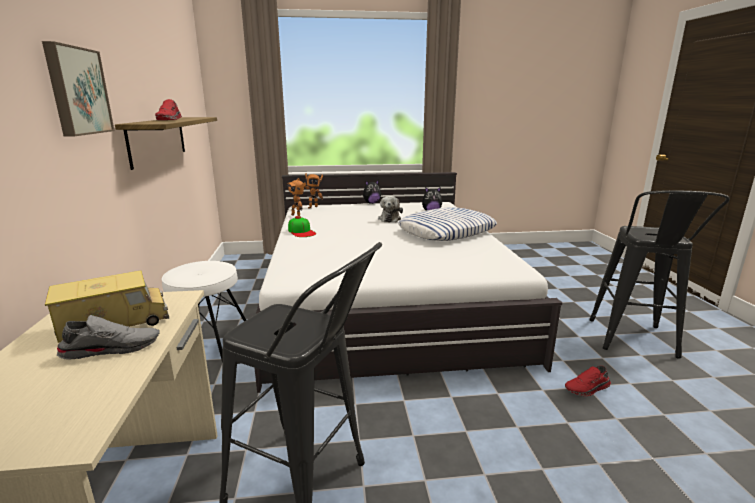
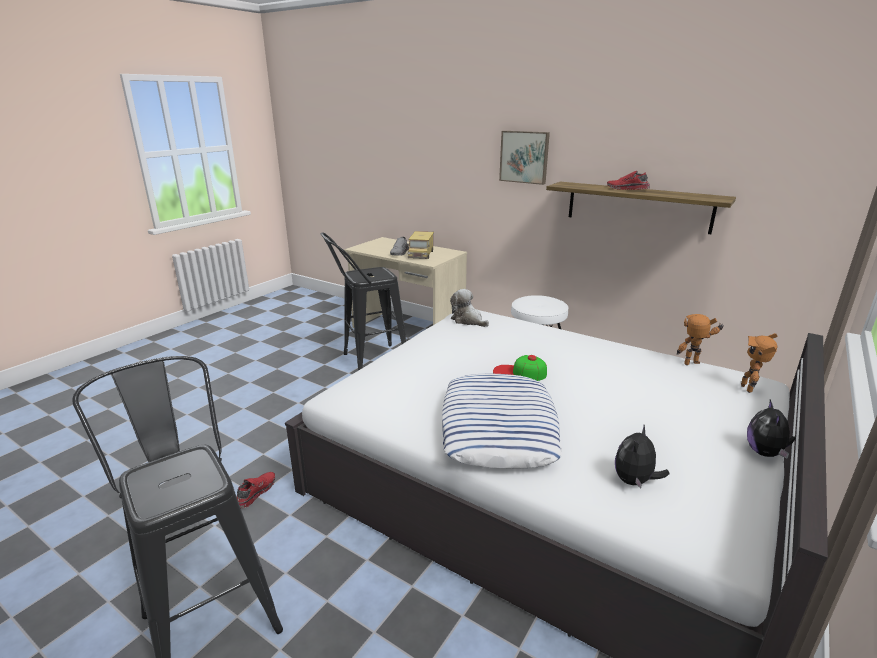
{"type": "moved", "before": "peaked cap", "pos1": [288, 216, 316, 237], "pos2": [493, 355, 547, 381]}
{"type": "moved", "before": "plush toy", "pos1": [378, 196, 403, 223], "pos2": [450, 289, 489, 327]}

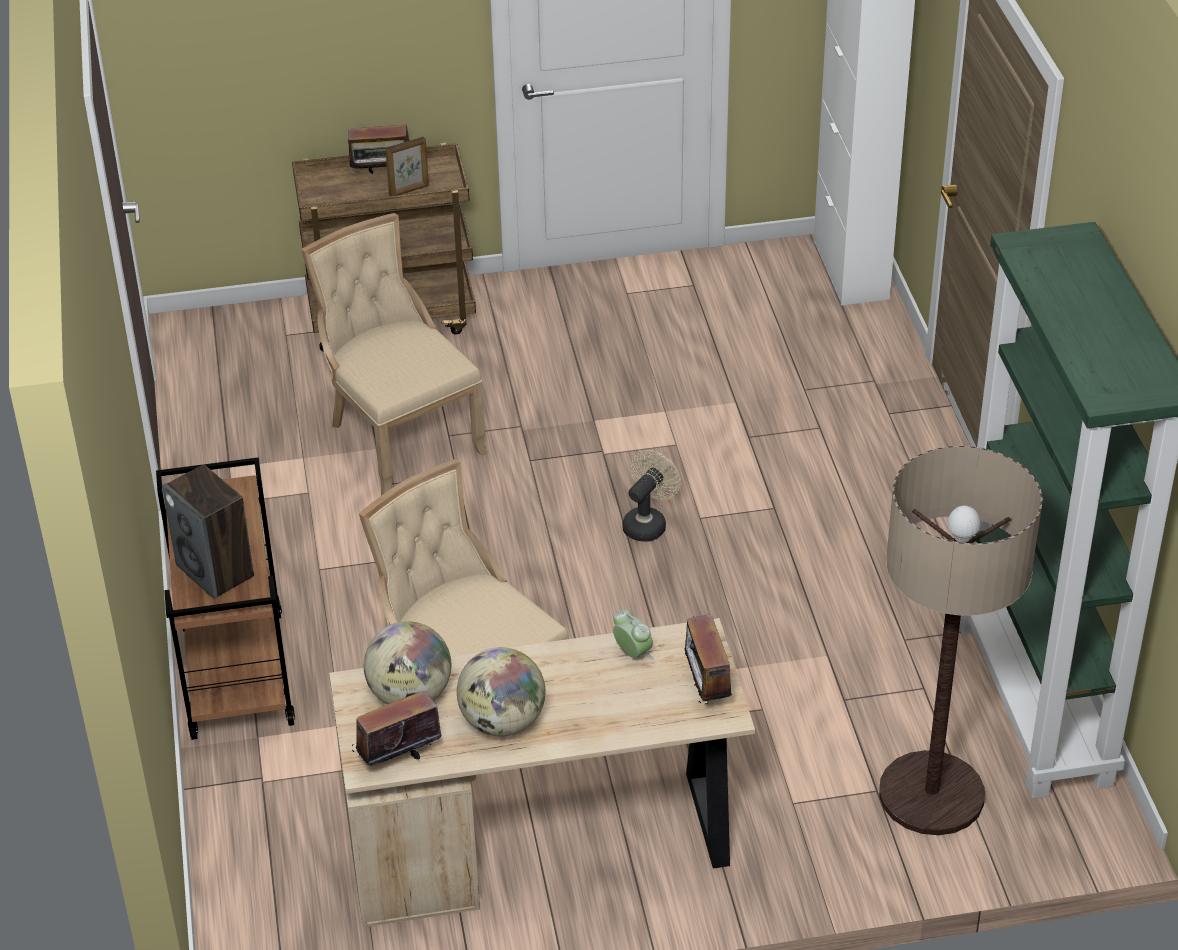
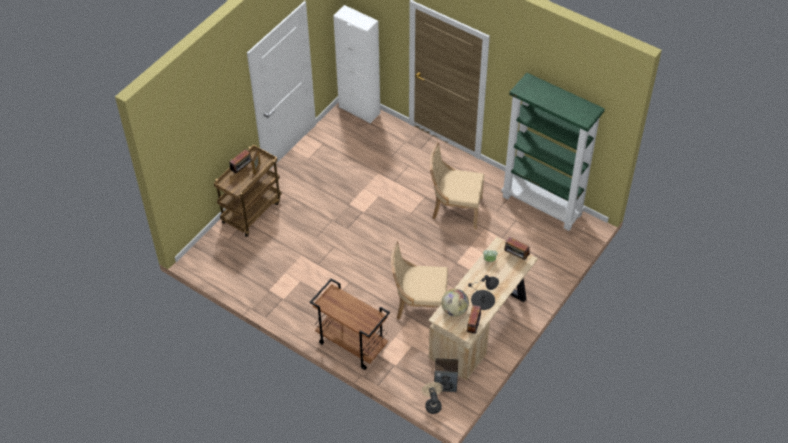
{"type": "moved", "before": "audio speaker", "pos1": [162, 464, 254, 599], "pos2": [434, 358, 458, 392]}
{"type": "moved", "before": "beige upright chair", "pos1": [301, 213, 488, 495], "pos2": [430, 142, 484, 229]}
{"type": "replaced", "before": "world globe", "after": "black table lamp", "pos1": [457, 647, 545, 736], "pos2": [468, 275, 499, 310]}
{"type": "moved", "before": "beige cooling fan", "pos1": [622, 450, 681, 542], "pos2": [422, 382, 443, 414]}
{"type": "removed", "before": "standing lamp", "pos1": [879, 446, 1043, 835]}

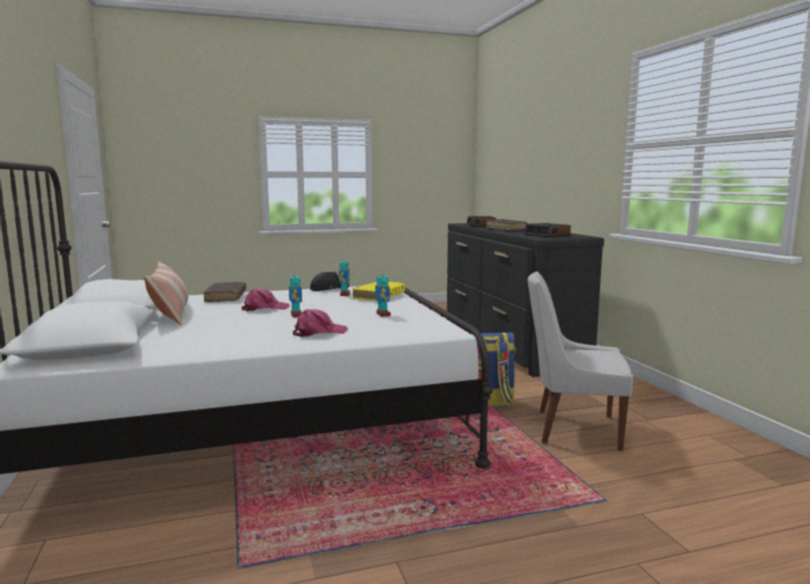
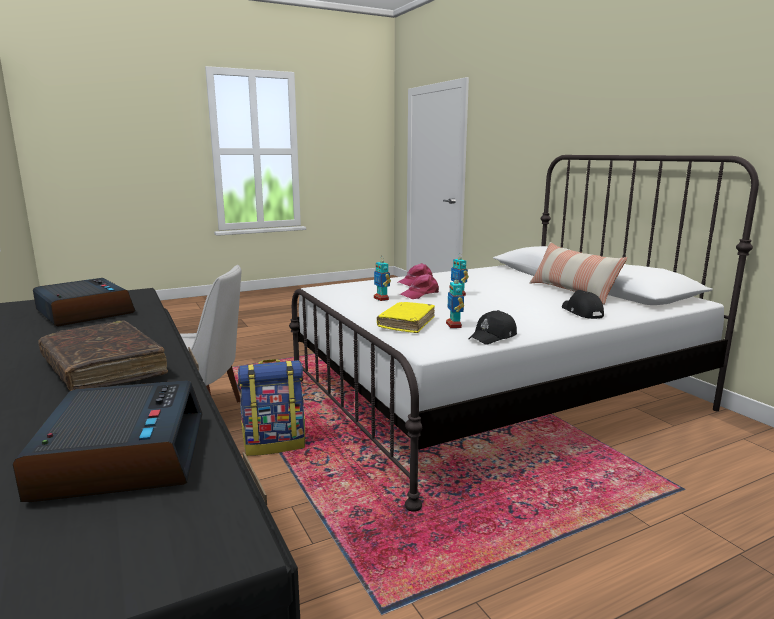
{"type": "replaced", "before": "brownish bound book", "after": "black peaked cap", "pos1": [203, 282, 246, 302], "pos2": [562, 290, 604, 319]}
{"type": "moved", "before": "pink-coloured peaked cap", "pos1": [242, 288, 289, 312], "pos2": [399, 274, 439, 299]}

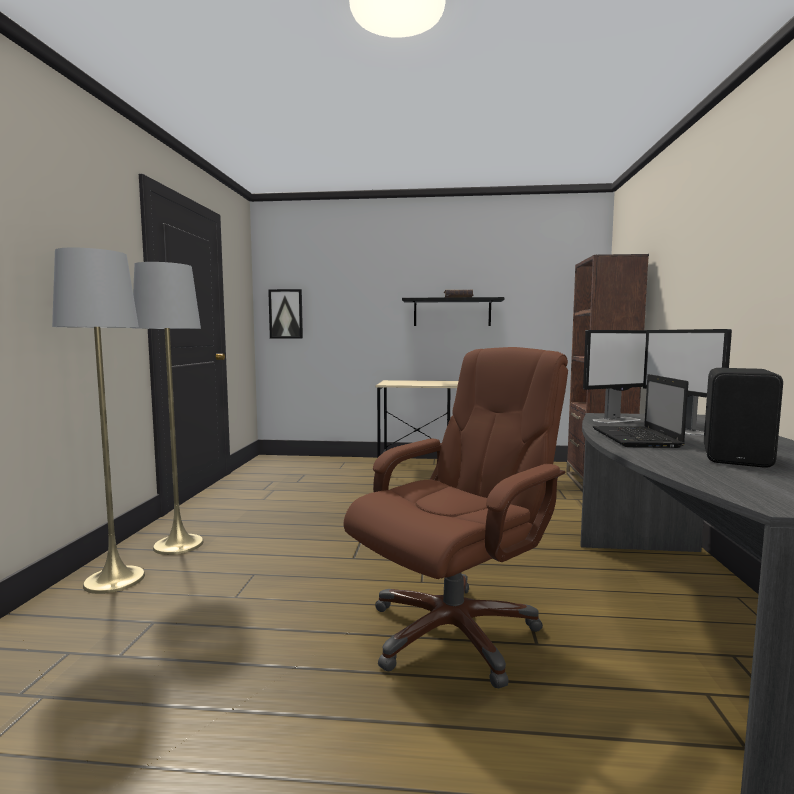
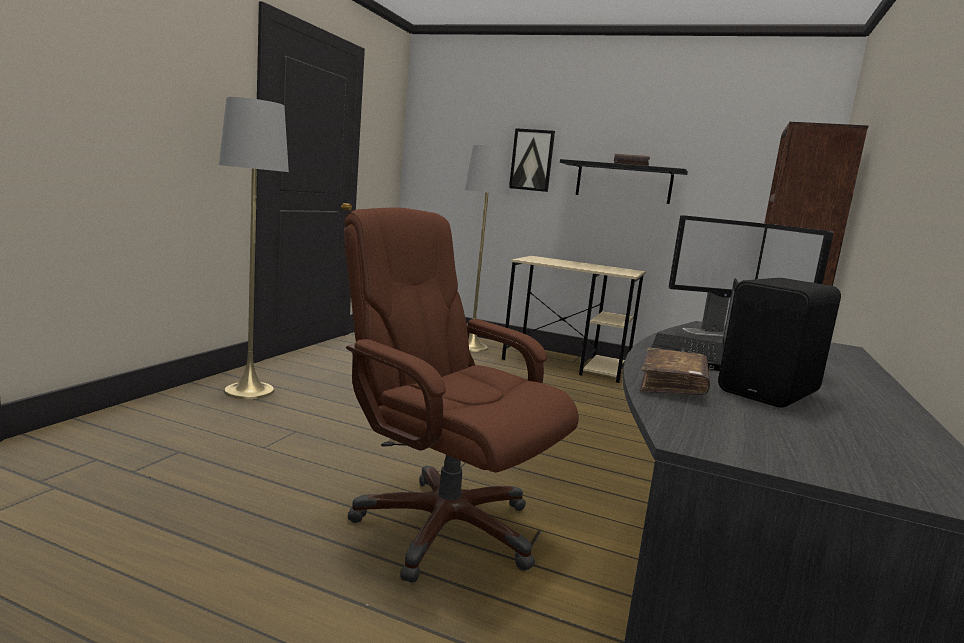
{"type": "moved", "before": "gray standing lamp", "pos1": [52, 248, 145, 594], "pos2": [465, 145, 510, 352]}
{"type": "moved", "before": "wall art", "pos1": [268, 289, 303, 338], "pos2": [509, 128, 555, 192]}
{"type": "turned", "before": "brownish computer chair", "pos1": [344, 347, 568, 689], "pos2": [344, 207, 579, 583], "turn": -120}
{"type": "added", "after": "brownish bound book", "pos2": [640, 348, 710, 395]}

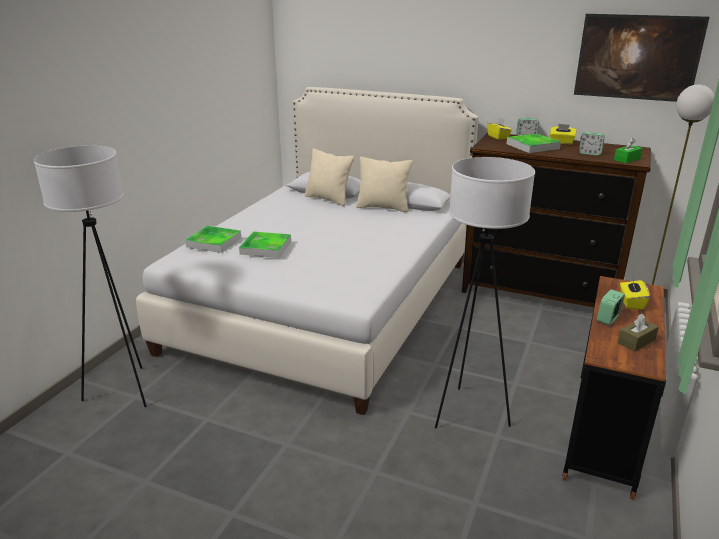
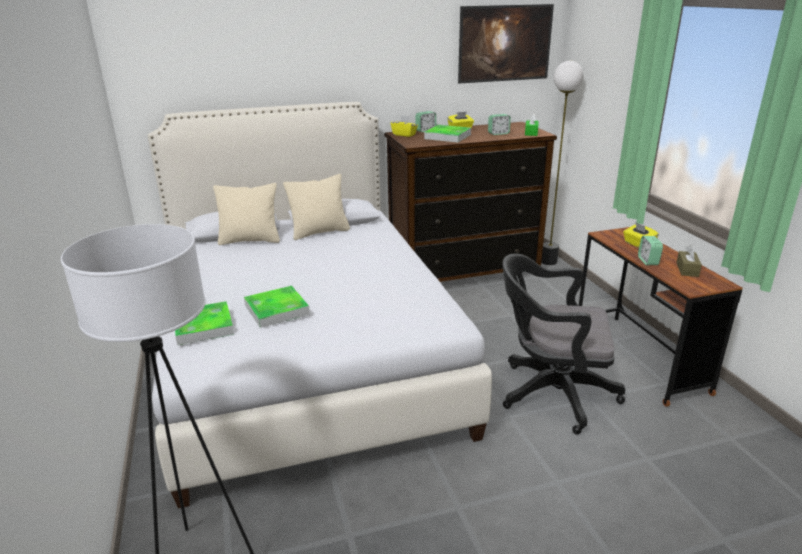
{"type": "replaced", "before": "whitish standing lamp", "after": "black computer chair", "pos1": [435, 157, 535, 428], "pos2": [502, 254, 625, 435]}

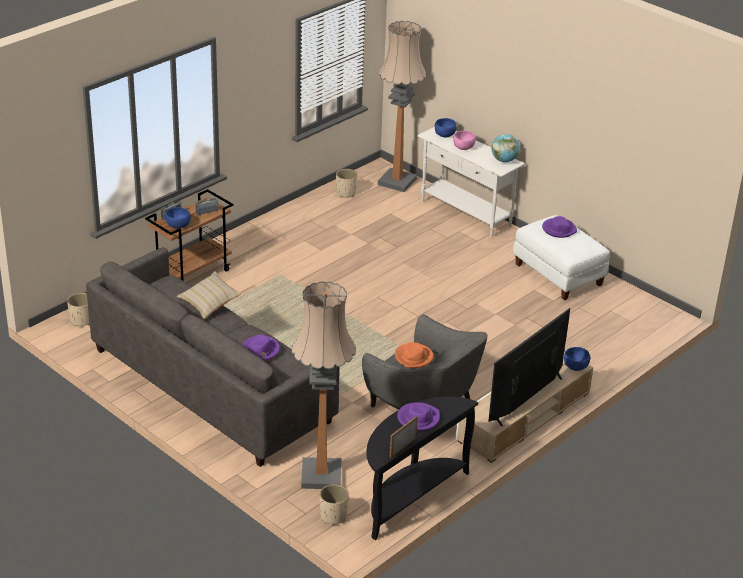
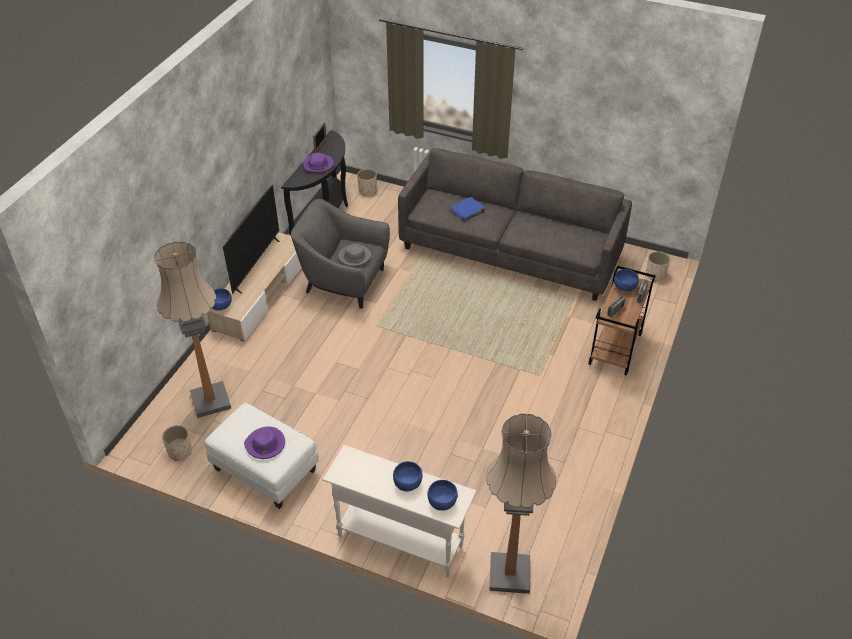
{"type": "removed", "before": "beige pillow", "pos1": [177, 271, 242, 319]}
{"type": "replaced", "before": "purple hat", "after": "bluish bound book", "pos1": [242, 334, 280, 361], "pos2": [450, 197, 485, 221]}
{"type": "moved", "before": "standing lamp", "pos1": [292, 281, 356, 489], "pos2": [154, 242, 231, 418]}
{"type": "moved", "before": "beige flower pot", "pos1": [336, 169, 357, 198], "pos2": [162, 425, 192, 461]}
{"type": "recoloured", "before": "orange hat", "after": "gray hat", "pos1": [395, 342, 433, 368], "pos2": [338, 244, 371, 267]}
{"type": "recoloured", "before": "pink-coloured serving bowl", "after": "bluish serving bowl", "pos1": [453, 131, 476, 150], "pos2": [393, 461, 423, 491]}
{"type": "removed", "before": "world globe", "pos1": [492, 134, 520, 162]}

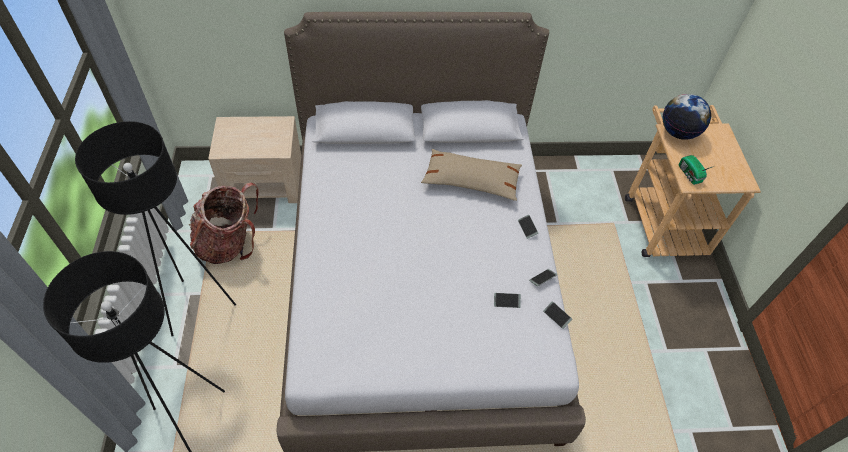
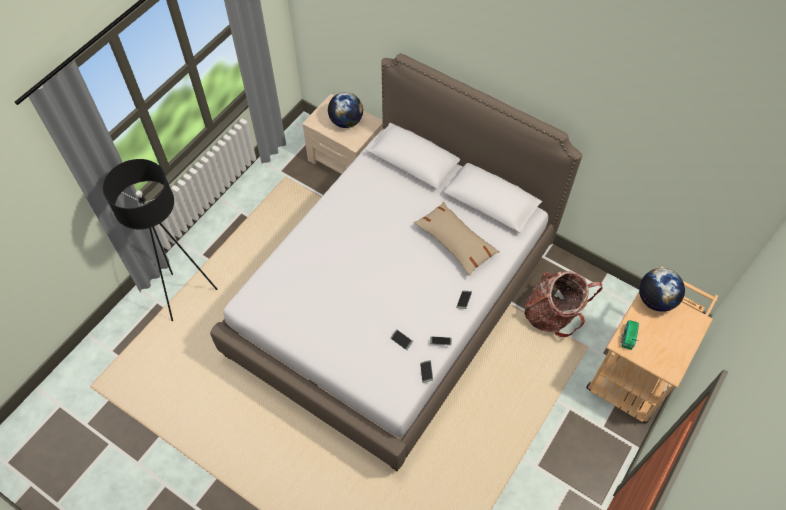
{"type": "removed", "before": "black standing lamp", "pos1": [75, 121, 236, 336]}
{"type": "moved", "before": "knapsack", "pos1": [189, 182, 259, 264], "pos2": [525, 271, 603, 337]}
{"type": "added", "after": "world globe", "pos2": [328, 92, 363, 128]}

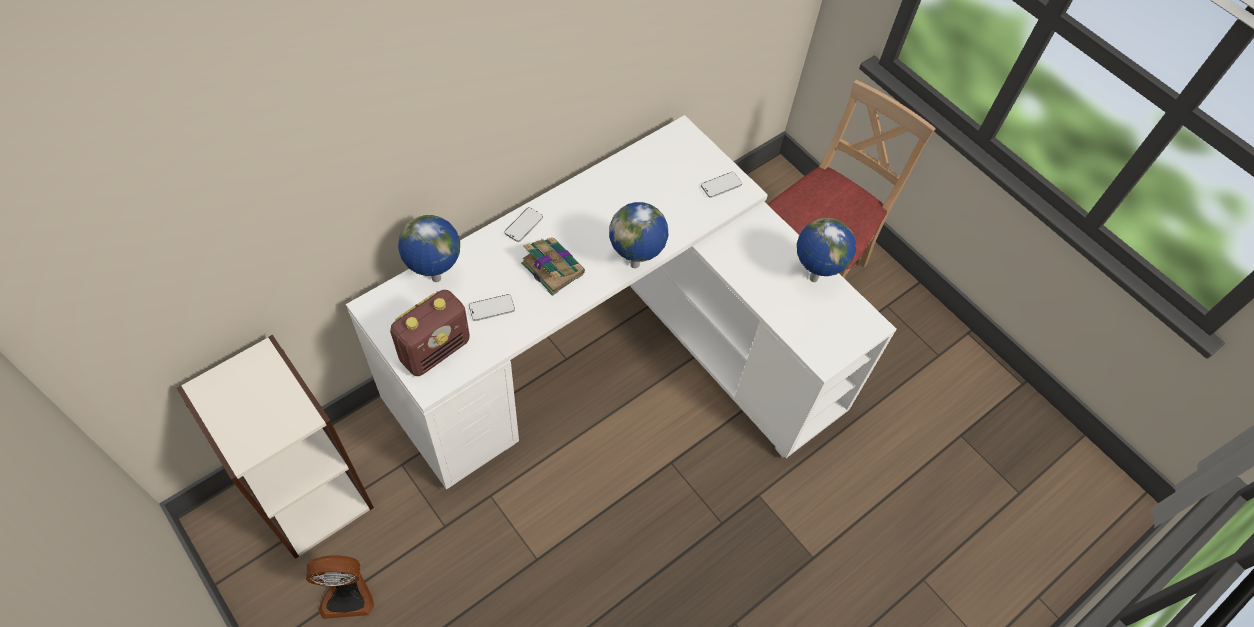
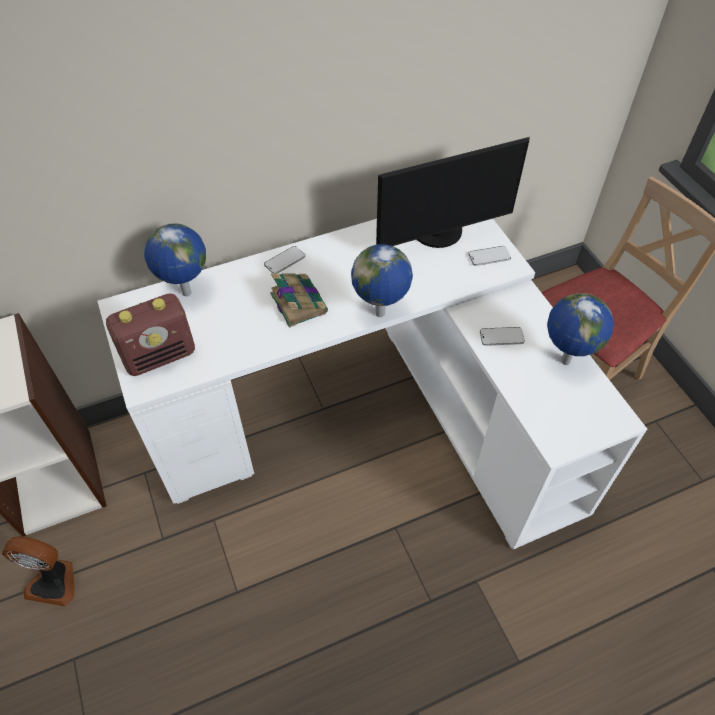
{"type": "moved", "before": "handset", "pos1": [469, 294, 515, 321], "pos2": [480, 327, 525, 346]}
{"type": "added", "after": "computer screen", "pos2": [376, 137, 530, 248]}

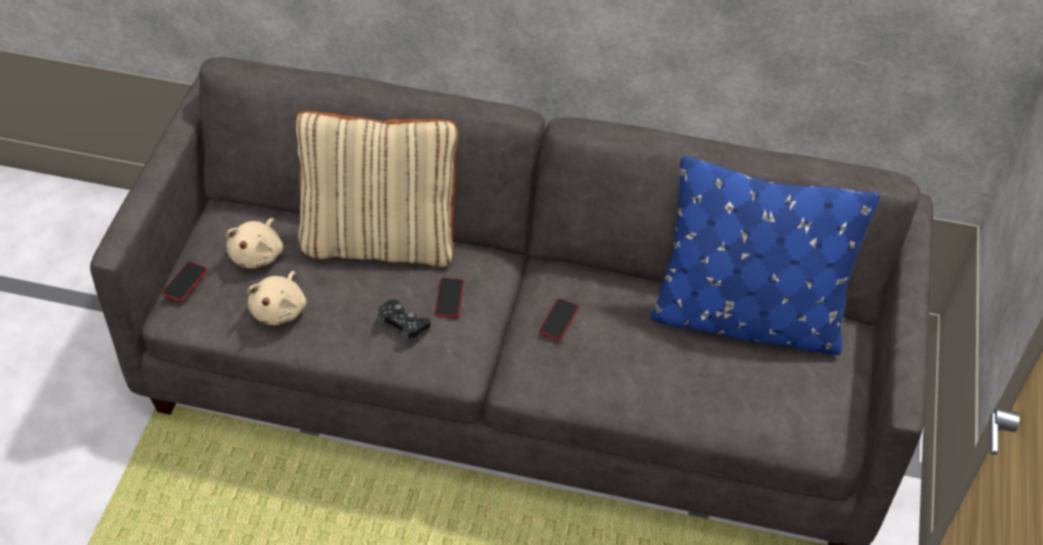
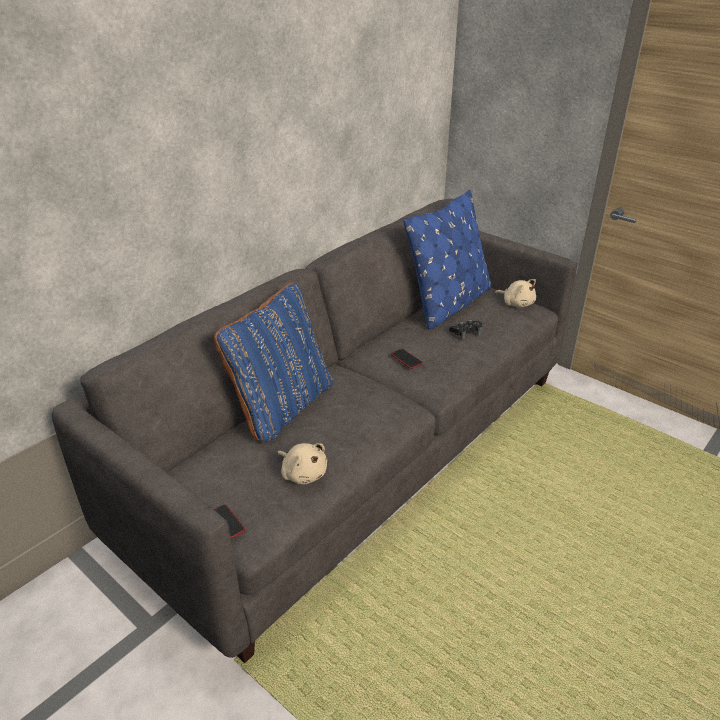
{"type": "moved", "before": "beige plush toy", "pos1": [226, 218, 283, 269], "pos2": [495, 279, 536, 308]}
{"type": "recoloured", "before": "beige pillow", "after": "bluish pillow", "pos1": [295, 111, 459, 267], "pos2": [214, 283, 333, 444]}
{"type": "moved", "before": "black gamepad", "pos1": [377, 299, 431, 343], "pos2": [449, 320, 482, 340]}
{"type": "removed", "before": "handset", "pos1": [435, 278, 464, 318]}

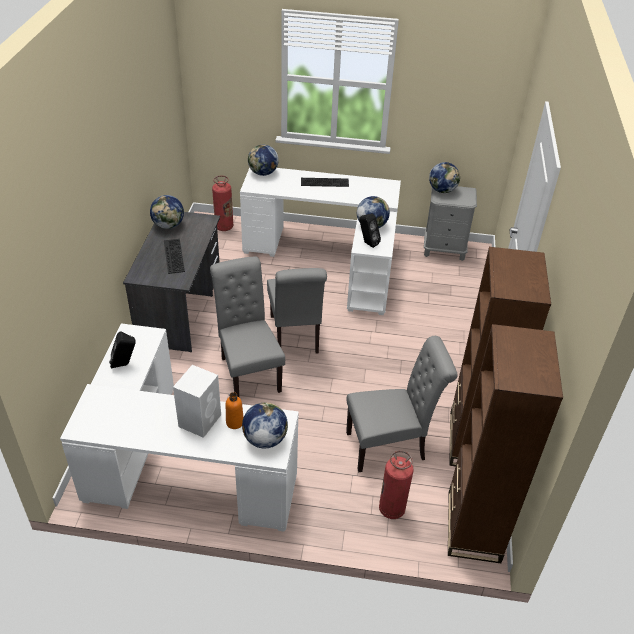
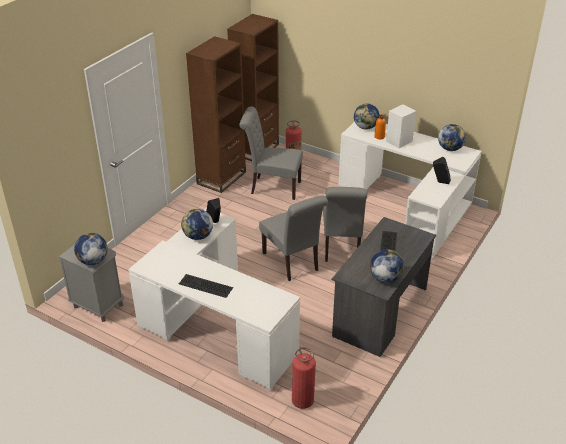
{"type": "moved", "before": "world globe", "pos1": [248, 145, 279, 176], "pos2": [438, 124, 466, 151]}
{"type": "turned", "before": "gray upright chair", "pos1": [267, 268, 327, 354], "pos2": [259, 195, 328, 281], "turn": 135}

